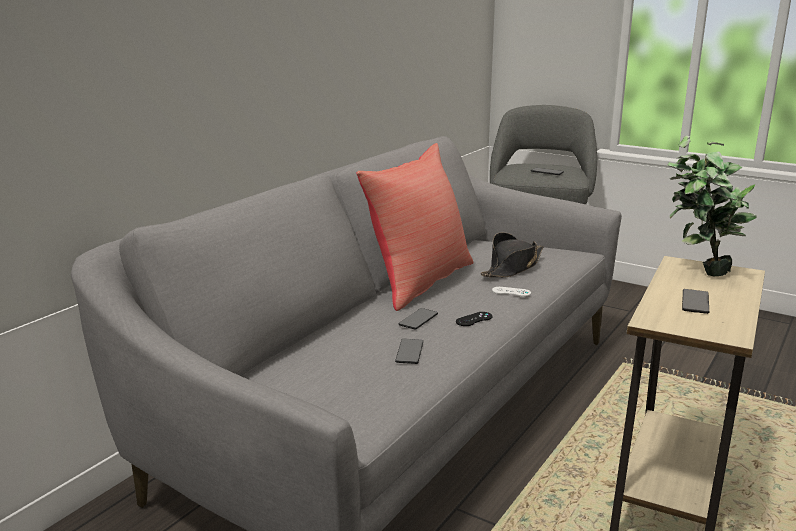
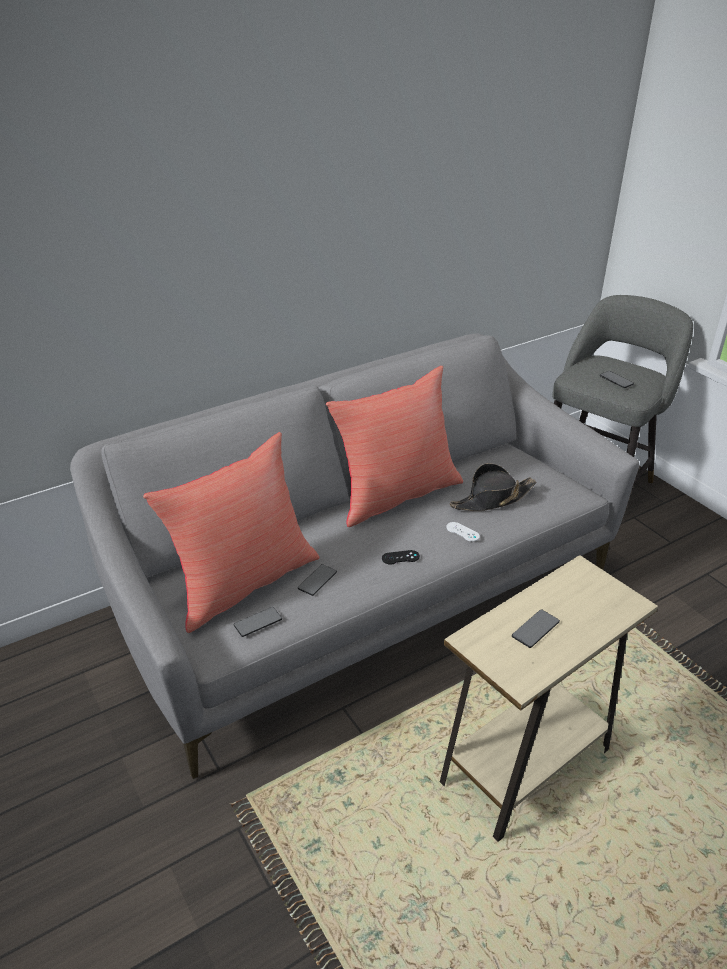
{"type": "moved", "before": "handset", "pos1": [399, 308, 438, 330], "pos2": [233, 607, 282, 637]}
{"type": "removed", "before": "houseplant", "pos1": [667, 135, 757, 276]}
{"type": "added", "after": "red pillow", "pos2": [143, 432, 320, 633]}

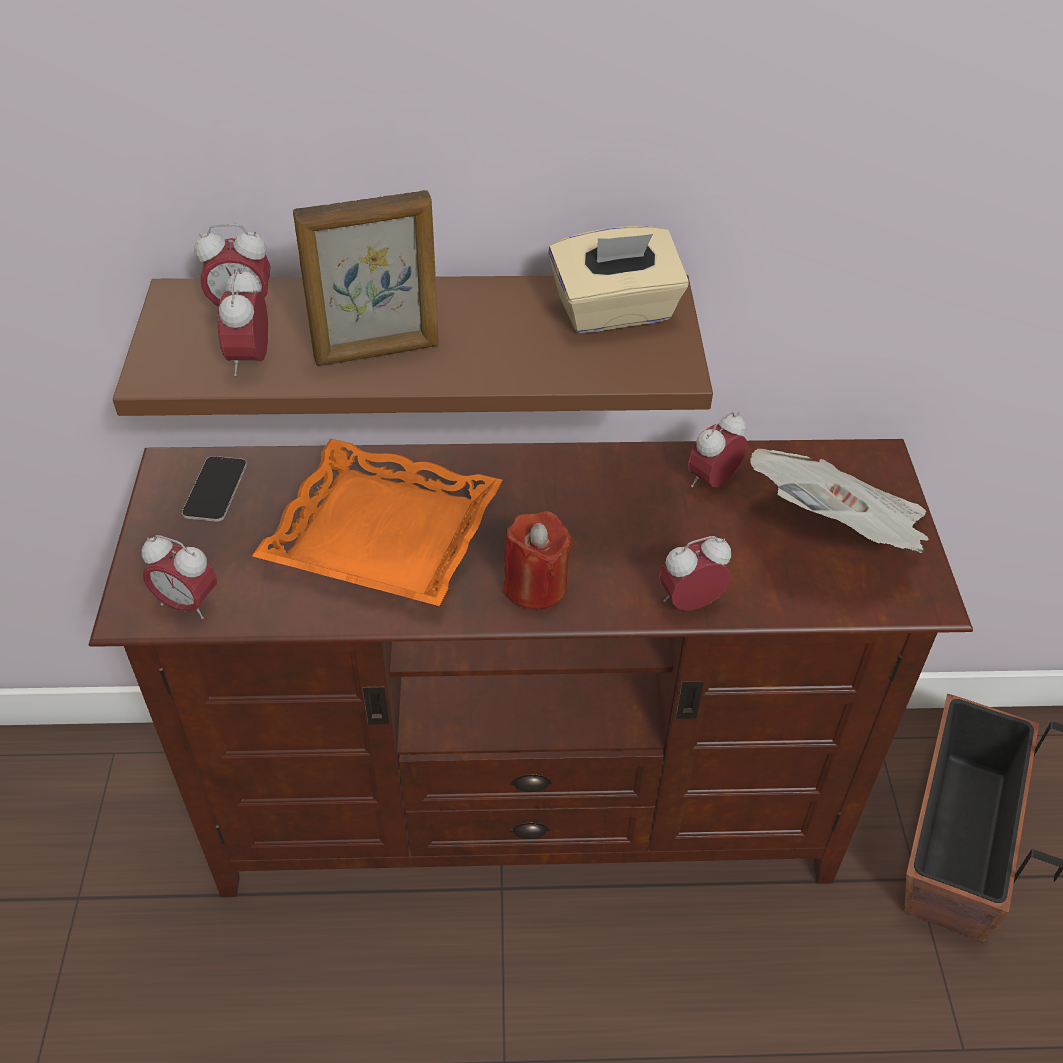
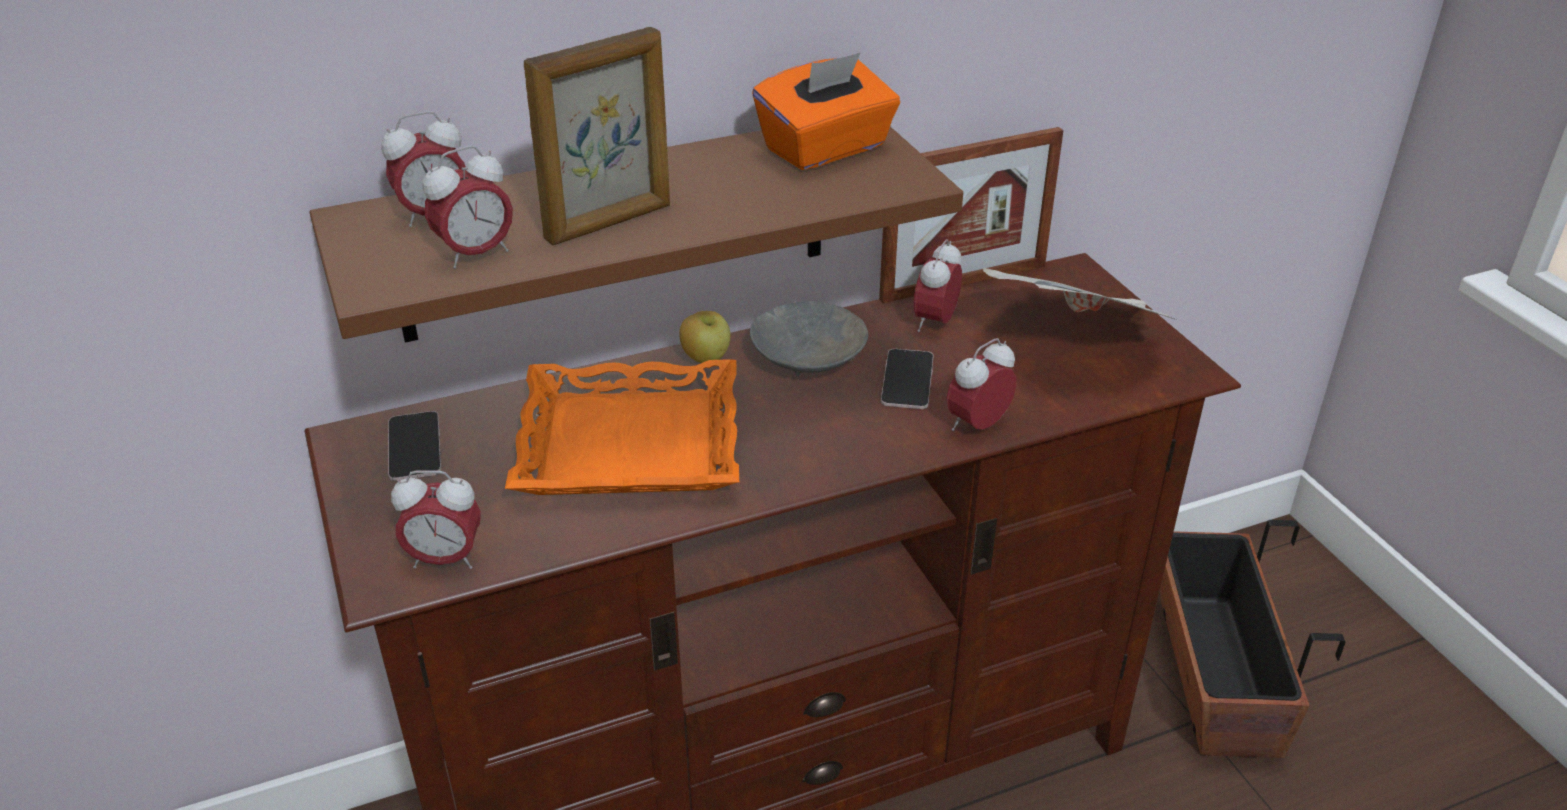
{"type": "turned", "before": "alarm clock", "pos1": [218, 267, 268, 377], "pos2": [422, 146, 513, 269], "turn": -105}
{"type": "removed", "before": "red wax light", "pos1": [503, 511, 573, 610]}
{"type": "recoloured", "before": "beige box of tissues", "after": "orange box of tissues", "pos1": [548, 226, 689, 333], "pos2": [752, 52, 900, 170]}
{"type": "added", "after": "apple fruit", "pos2": [679, 311, 730, 363]}
{"type": "added", "after": "gray serving bowl", "pos2": [750, 301, 868, 376]}
{"type": "added", "after": "standing frame", "pos2": [879, 127, 1064, 303]}
{"type": "added", "after": "handset", "pos2": [881, 349, 934, 409]}

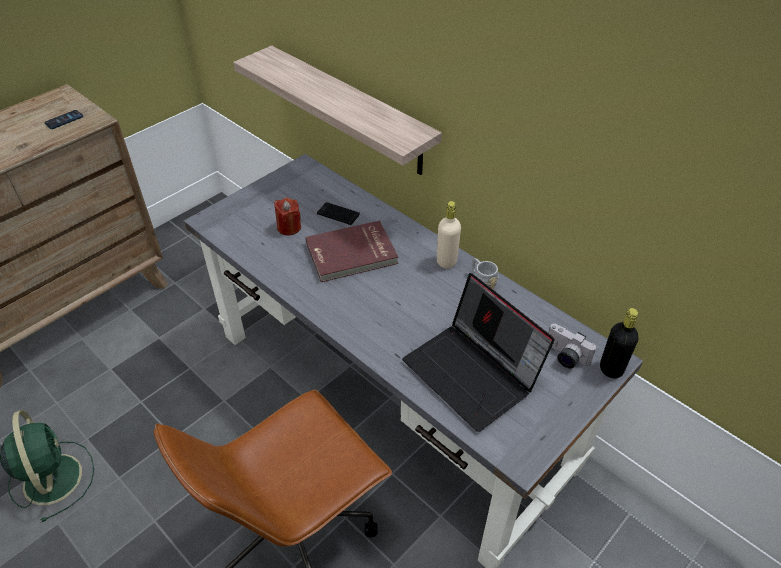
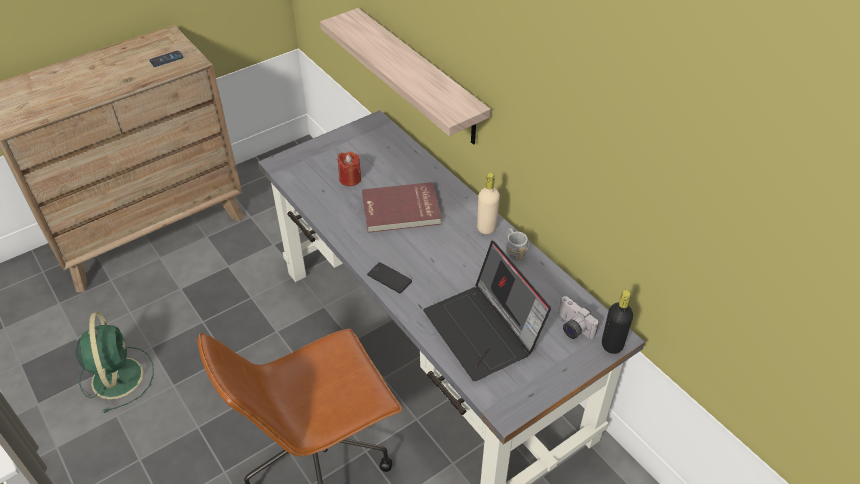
{"type": "moved", "before": "handset", "pos1": [317, 202, 360, 225], "pos2": [367, 262, 412, 293]}

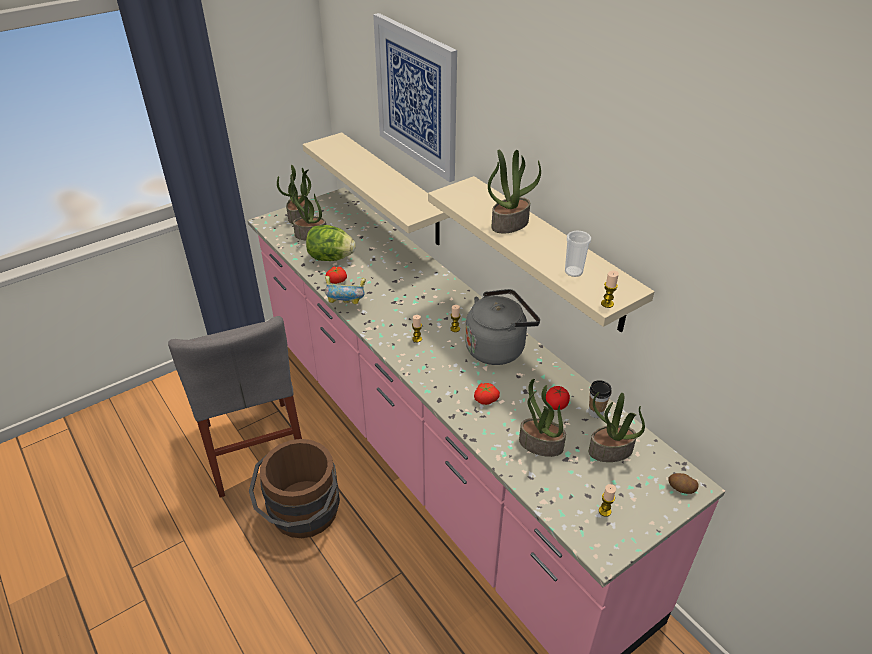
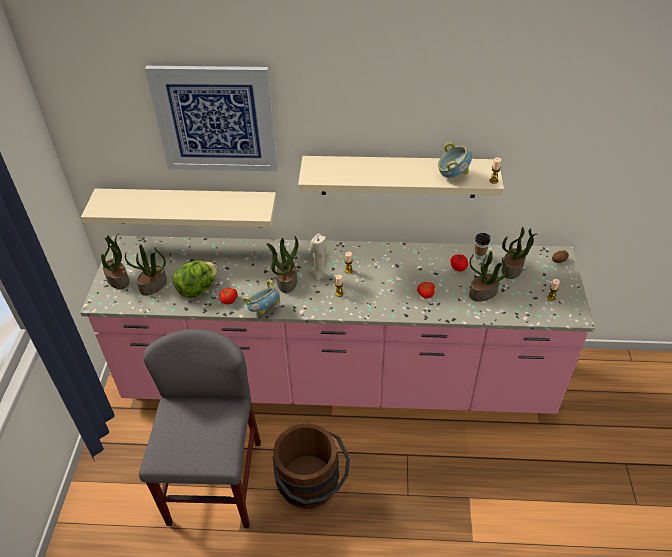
{"type": "turned", "before": "gray upright chair", "pos1": [168, 316, 302, 497], "pos2": [139, 329, 261, 528], "turn": -105}
{"type": "removed", "before": "gray kettle", "pos1": [465, 289, 540, 365]}
{"type": "moved", "before": "houseplant", "pos1": [488, 149, 541, 233], "pos2": [267, 236, 298, 293]}
{"type": "replaced", "before": "cup", "after": "serving bowl", "pos1": [565, 230, 591, 277], "pos2": [438, 142, 472, 178]}
{"type": "added", "after": "beige wax light", "pos2": [307, 233, 332, 281]}

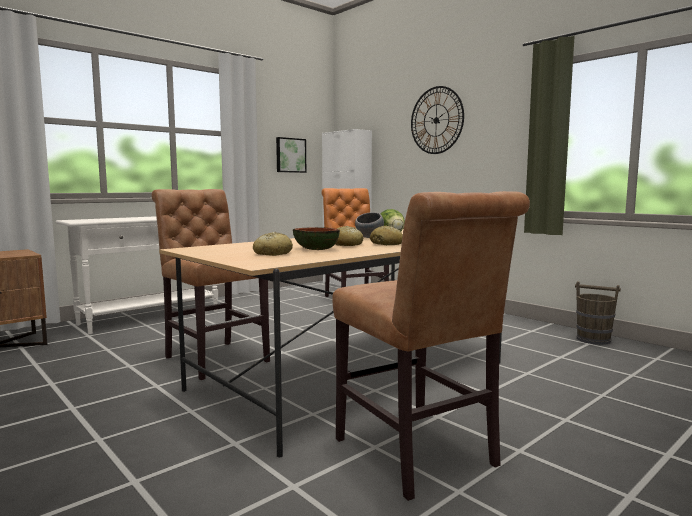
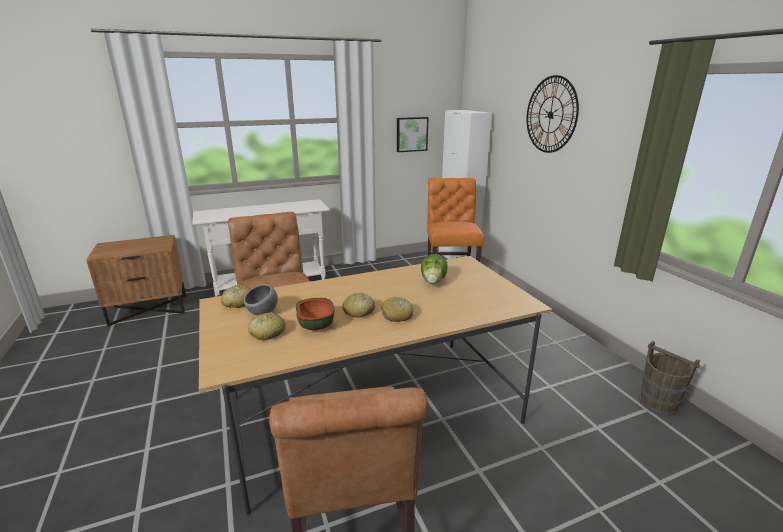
{"type": "moved", "before": "gray serving bowl", "pos1": [355, 212, 384, 238], "pos2": [244, 284, 278, 315]}
{"type": "added", "after": "bread", "pos2": [221, 285, 251, 308]}

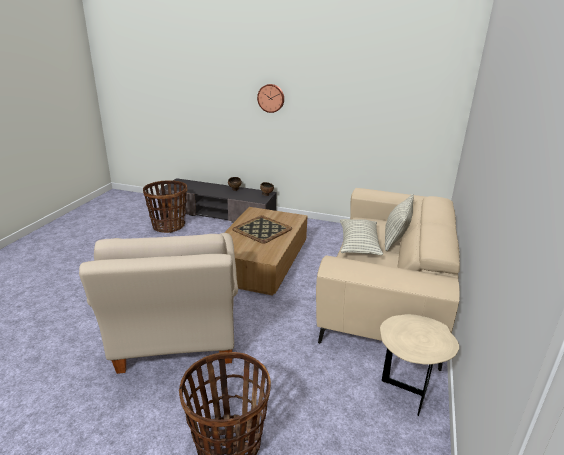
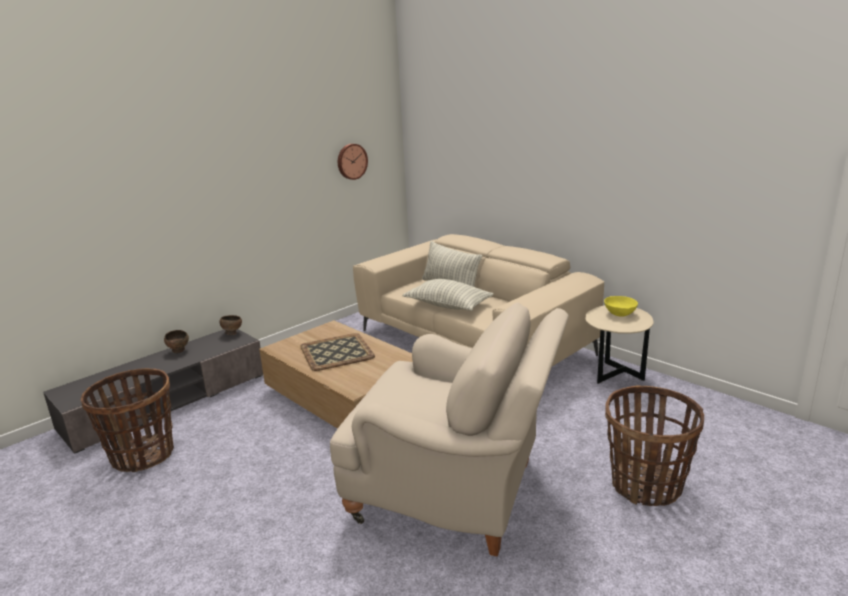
{"type": "moved", "before": "clock on the wall", "pos1": [257, 84, 284, 113], "pos2": [338, 144, 368, 180]}
{"type": "added", "after": "yellow serving bowl", "pos2": [604, 296, 638, 317]}

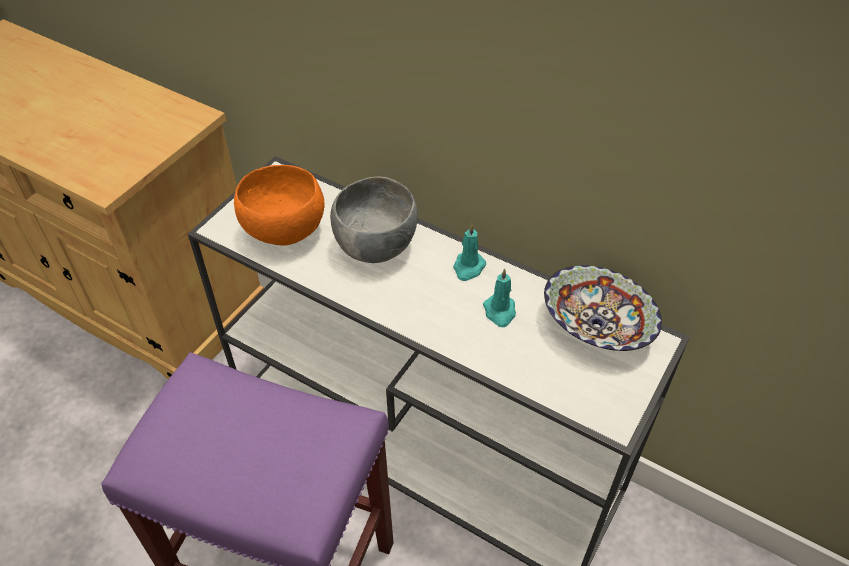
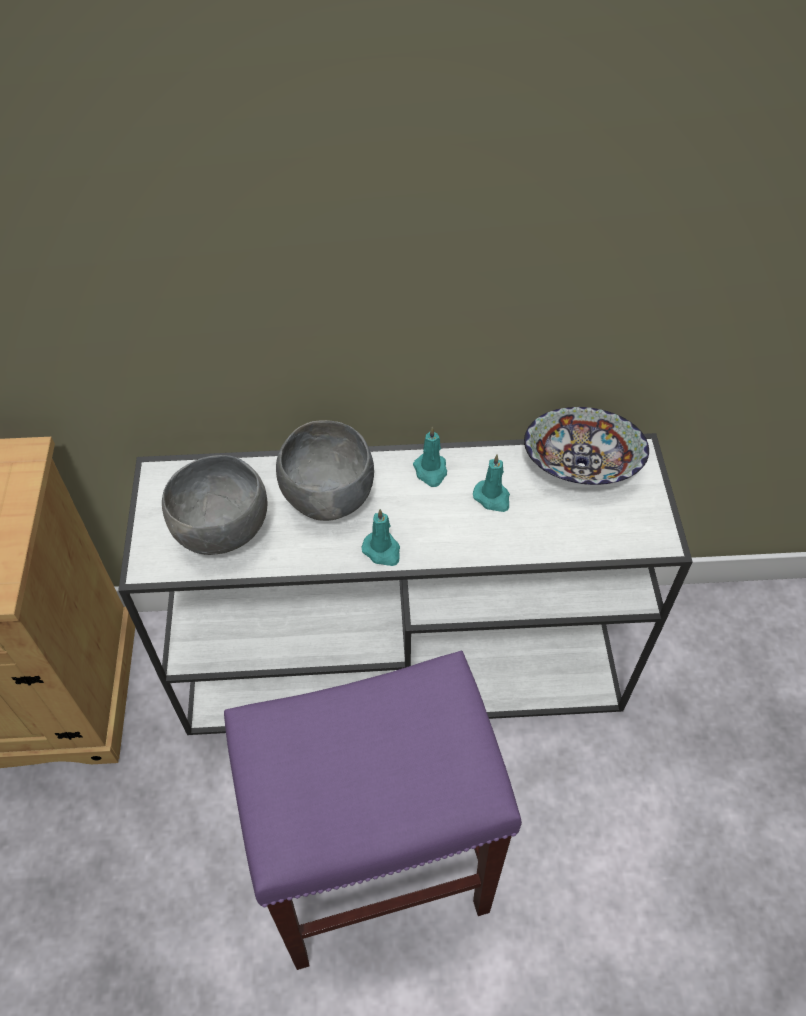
{"type": "recoloured", "before": "orange serving bowl", "after": "gray serving bowl", "pos1": [234, 165, 325, 245], "pos2": [162, 455, 267, 555]}
{"type": "added", "after": "turquoise wax light", "pos2": [361, 509, 400, 566]}

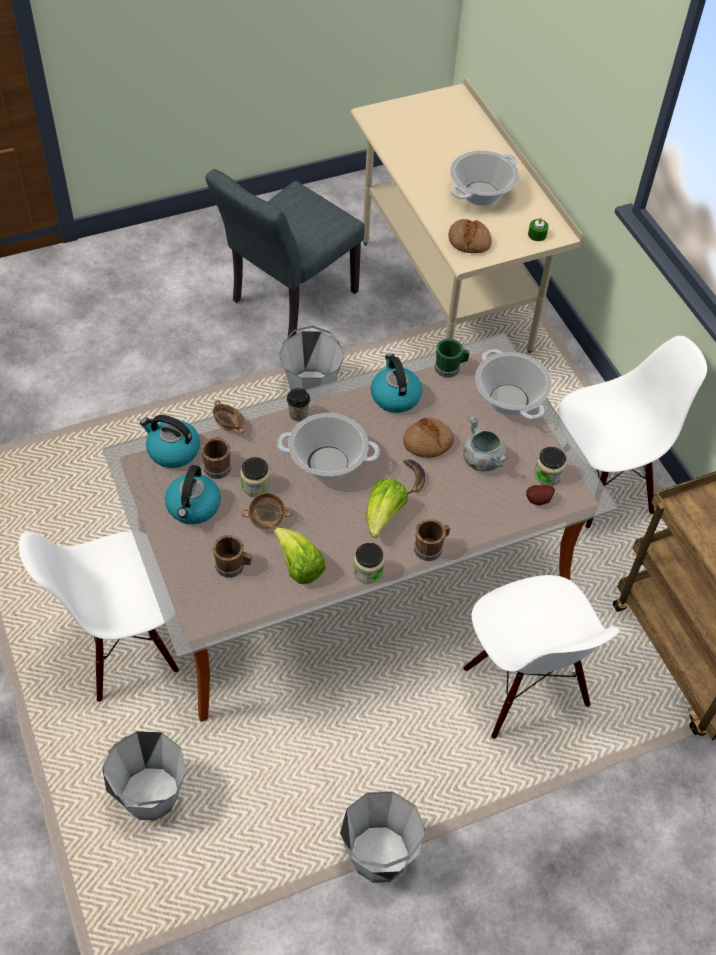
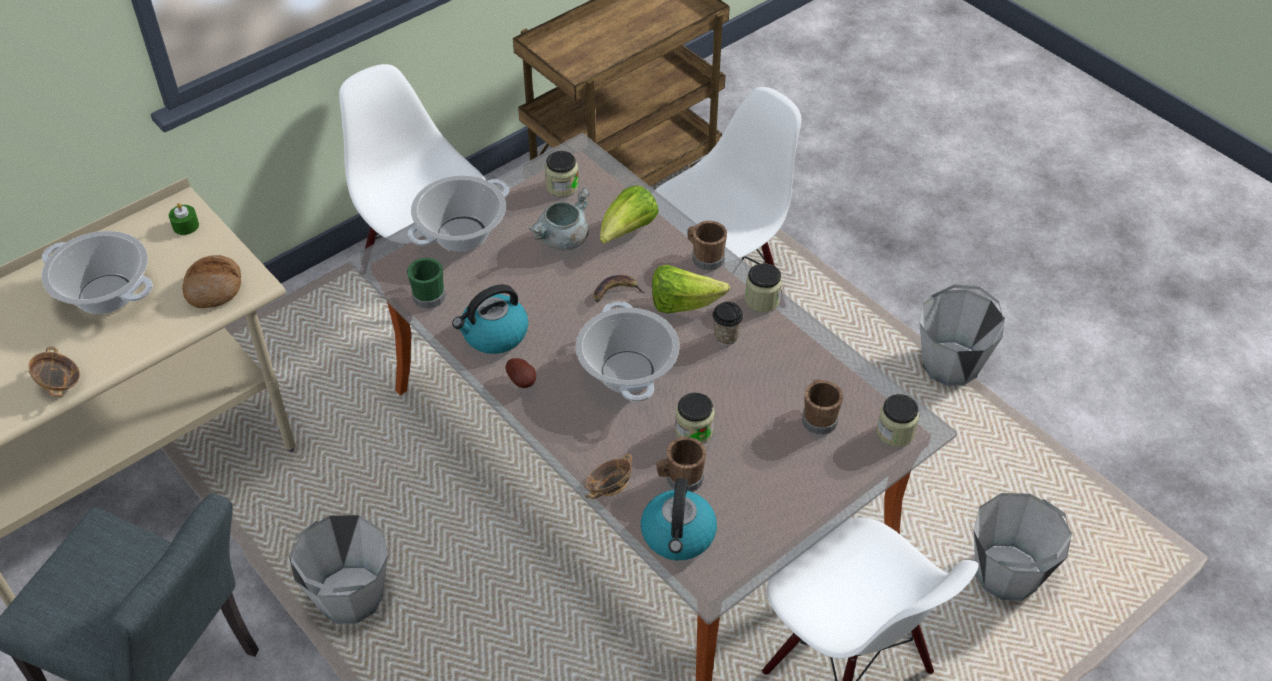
{"type": "removed", "before": "kettle", "pos1": [165, 465, 221, 524]}
{"type": "moved", "before": "serving bowl", "pos1": [242, 493, 292, 531], "pos2": [29, 346, 80, 397]}
{"type": "moved", "before": "head of lettuce", "pos1": [274, 528, 326, 584], "pos2": [600, 186, 659, 244]}
{"type": "moved", "before": "cup", "pos1": [287, 388, 310, 421], "pos2": [713, 302, 743, 345]}
{"type": "removed", "before": "bread", "pos1": [403, 417, 454, 458]}
{"type": "moved", "before": "potato", "pos1": [526, 485, 555, 505], "pos2": [506, 358, 536, 388]}
{"type": "added", "after": "preserve jar", "pos2": [876, 394, 919, 447]}

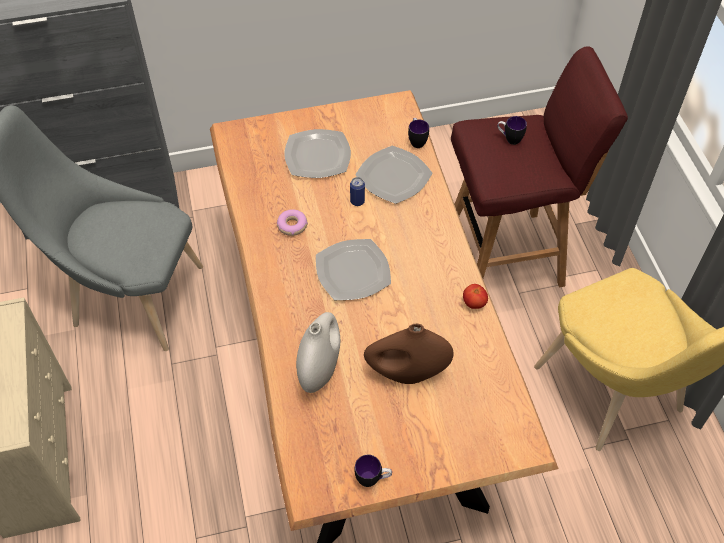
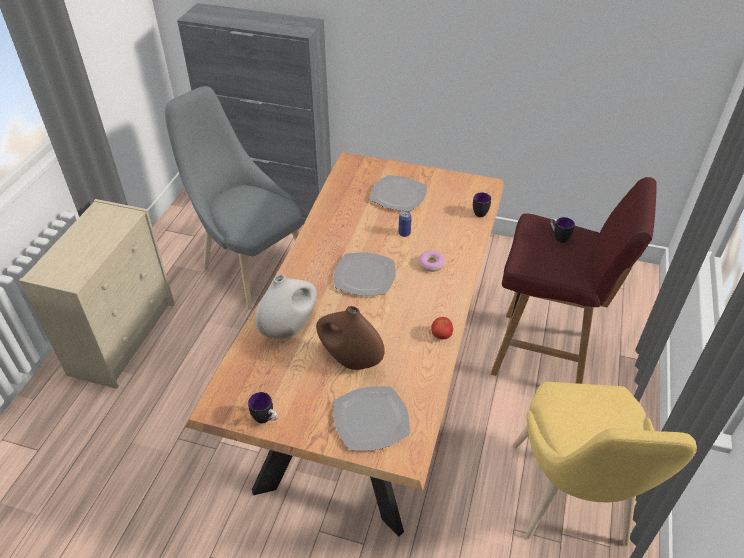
{"type": "moved", "before": "donut", "pos1": [277, 210, 308, 236], "pos2": [418, 251, 445, 272]}
{"type": "moved", "before": "dinner plate", "pos1": [355, 146, 432, 204], "pos2": [333, 386, 410, 451]}

